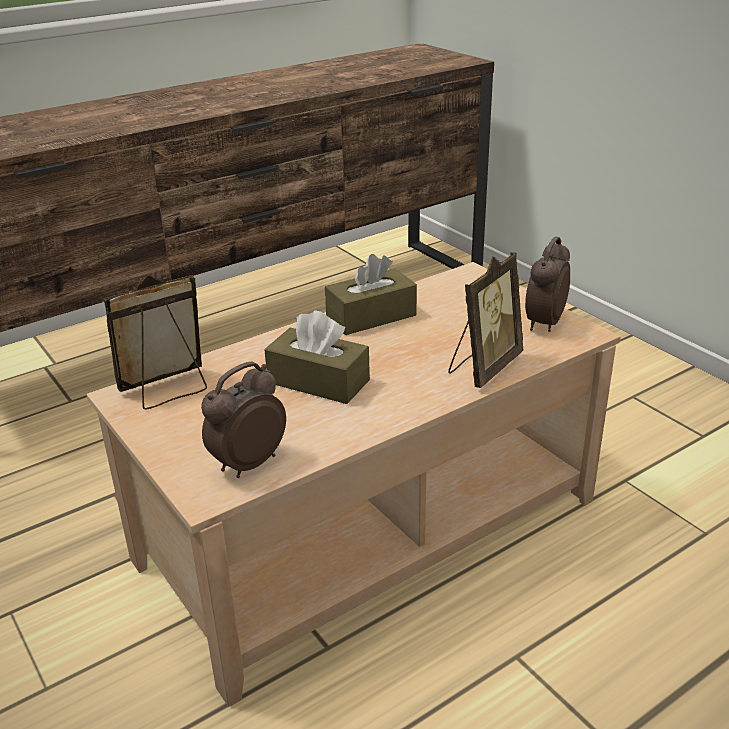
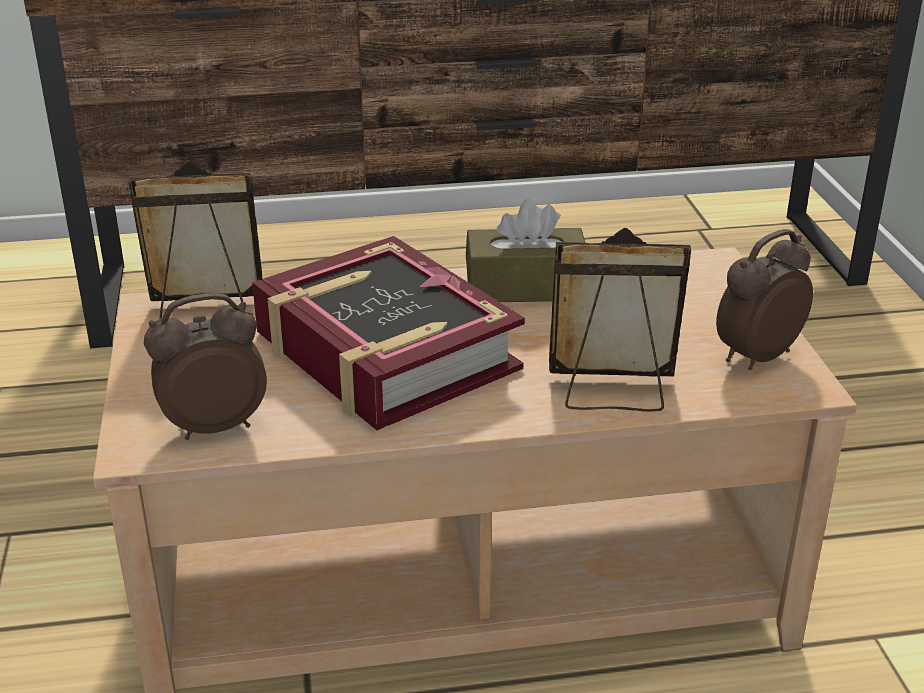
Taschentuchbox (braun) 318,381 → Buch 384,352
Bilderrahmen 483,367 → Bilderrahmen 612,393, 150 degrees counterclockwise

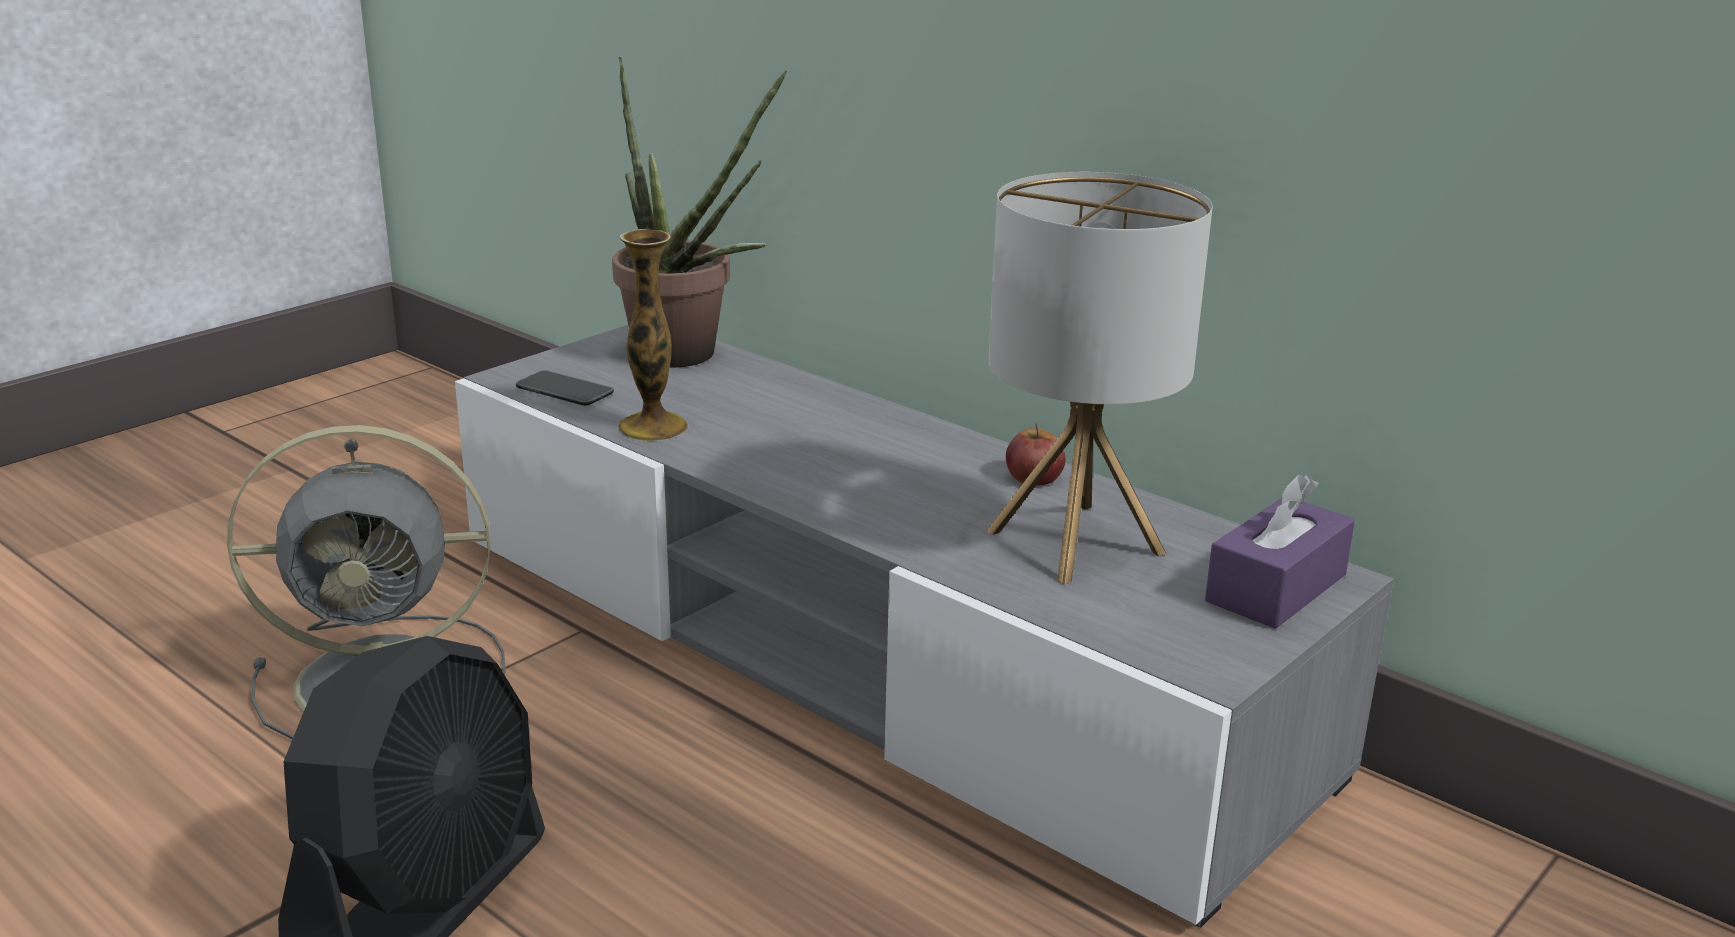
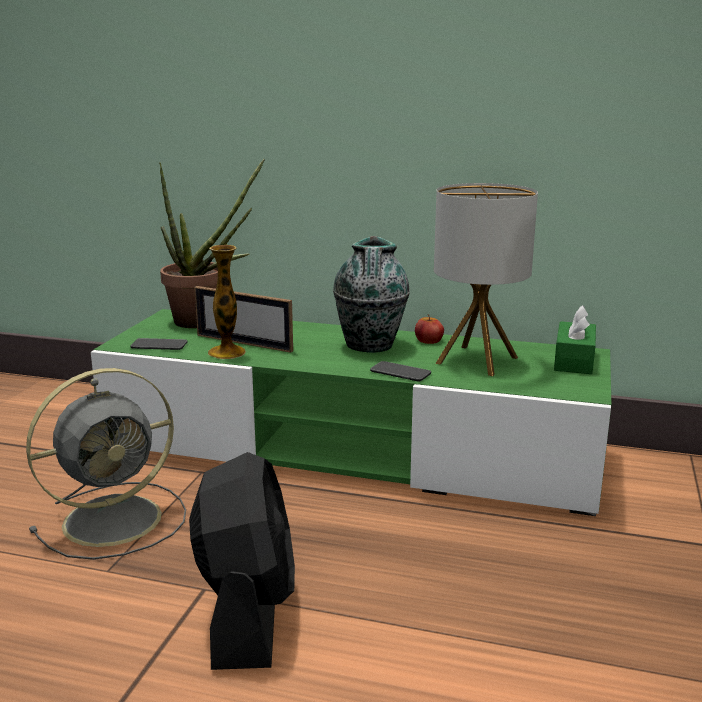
Fernsehschrank (grau) 863,652 → Fernsehschrank (grün) 351,449
- → Bilderrahmen 244,343
- → Vase 370,346
- → Handy 400,372
Taschentuchbox (lila) 1276,588 → Taschentuchbox (grün) 574,360

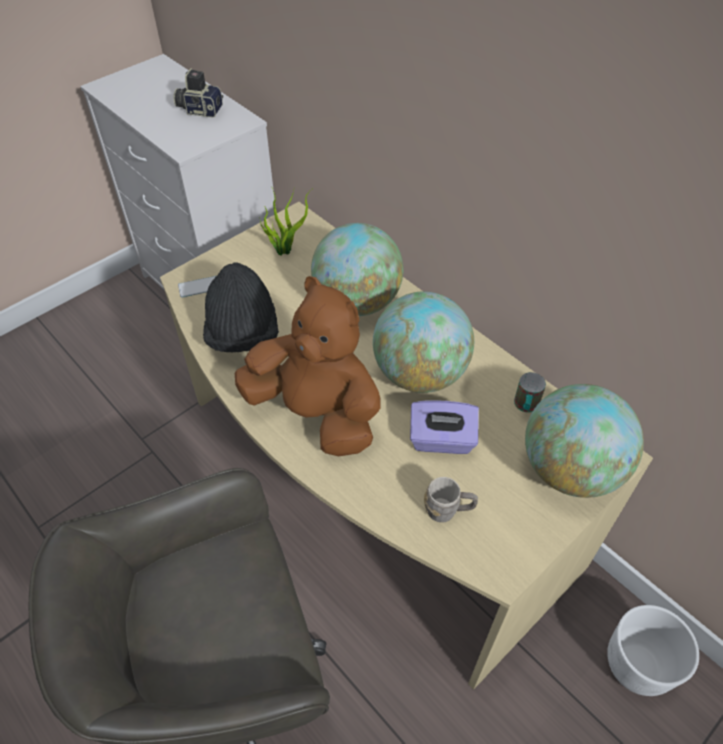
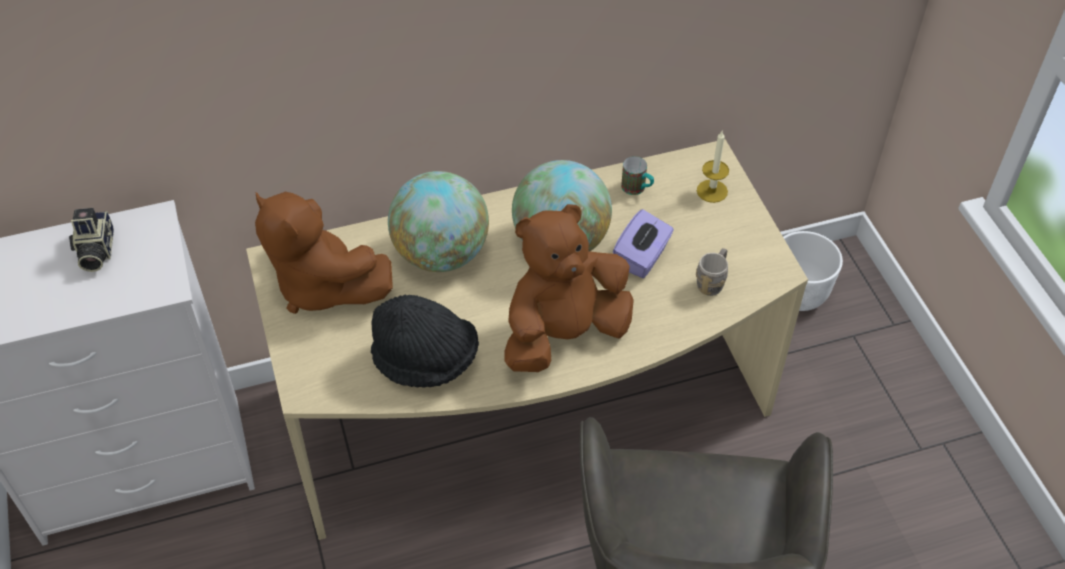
Kamera 200,109 → Kamera 95,251, 45 degrees counterclockwise
Topfpflanze 286,250 → Plüschtier (braun) 322,285
Globus 570,470 → Kerze 712,191
Handy 200,286 → -

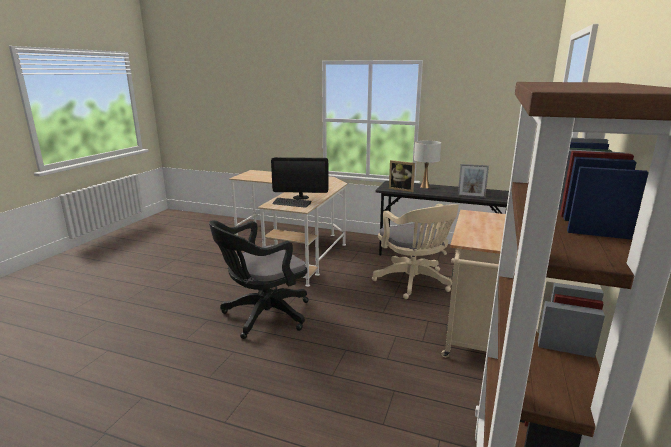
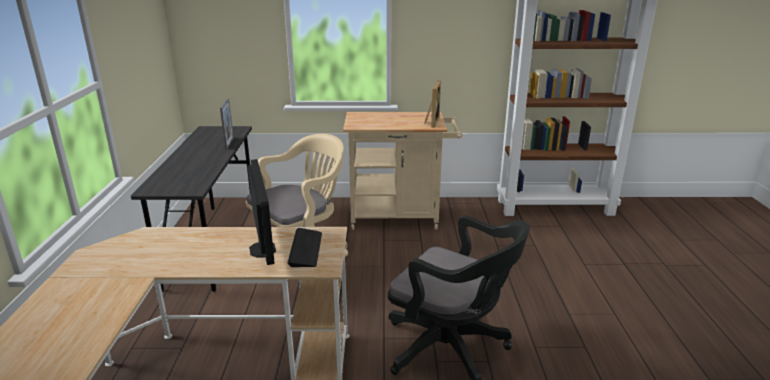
Bilderrahmen 402,189 → Bilderrahmen 431,122, moved
Tischlampe (weiß) 424,187 → -

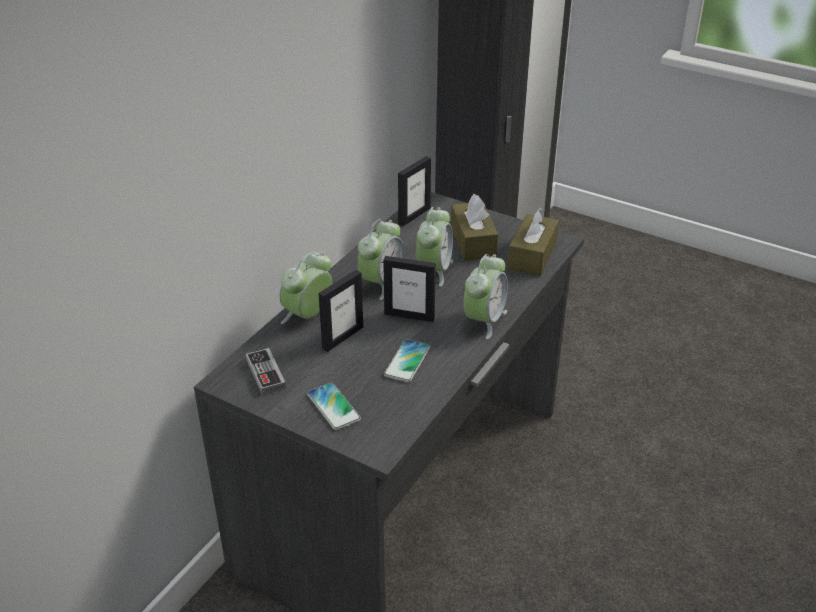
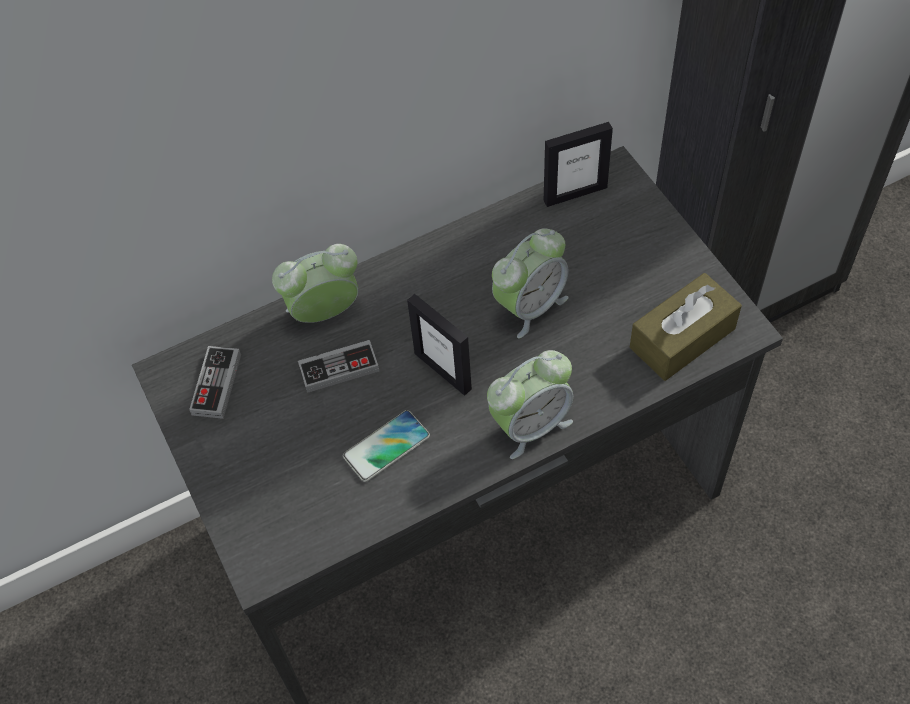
Bilderrahmen 342,337 → Gamepad 339,369
Handy 333,407 → -
Wecker 381,283 → -
Taschentuchbox (braun) 473,242 → -

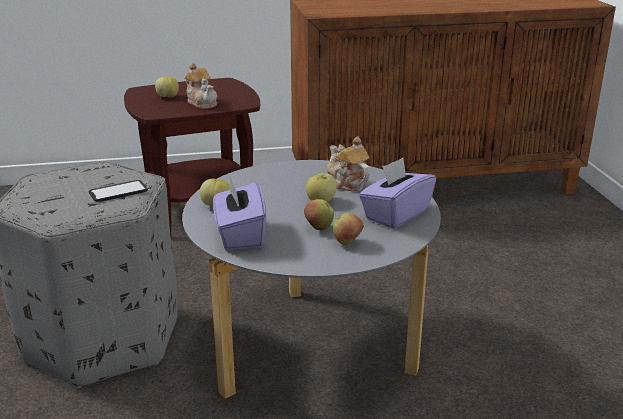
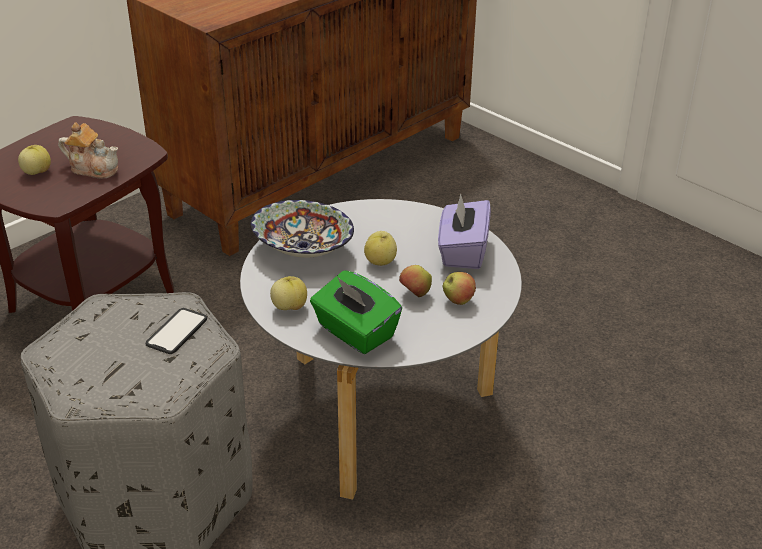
- → Schüssel 303,249
Taschentuchbox (lila) 240,235 → Taschentuchbox (grün) 355,332
Teekanne 346,183 → -

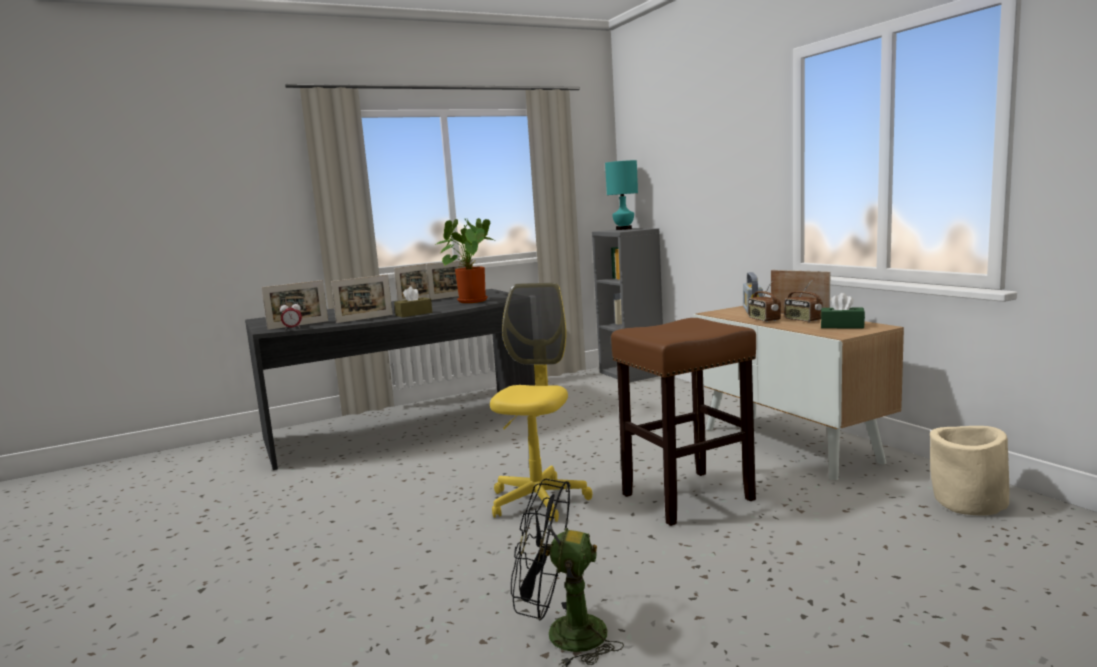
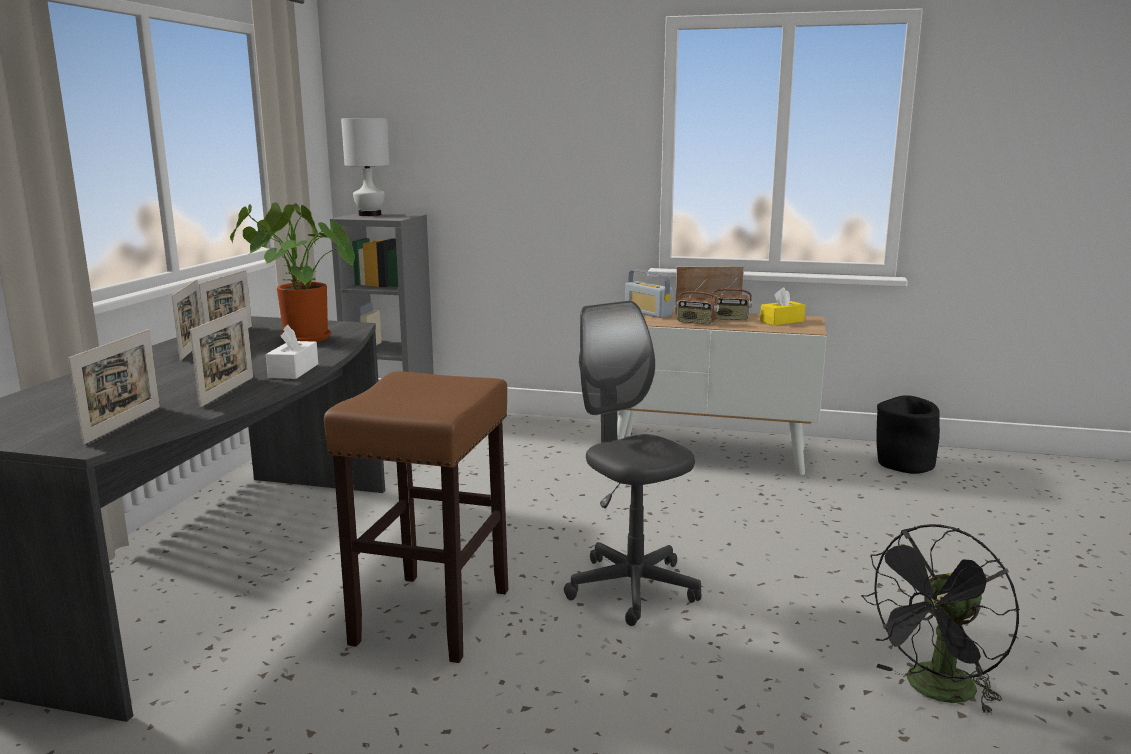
Taschentuchbox (braun) 414,314 → Taschentuchbox (weiß) 293,371
Hocker (braun) 686,497 → Hocker (braun) 431,617, moved
Tischlampe (türkis) 623,229 → Tischlampe (weiß) 370,215
Bürostuhl (gelb) 538,501 → Bürostuhl (grau) 632,588
Taschentuchbox (grün) 842,326 → Taschentuchbox (gelb) 782,321
Pflanzkübel (beige) 968,503 → Pflanzkübel (schwarz) 904,464
Wecker 293,329 → -

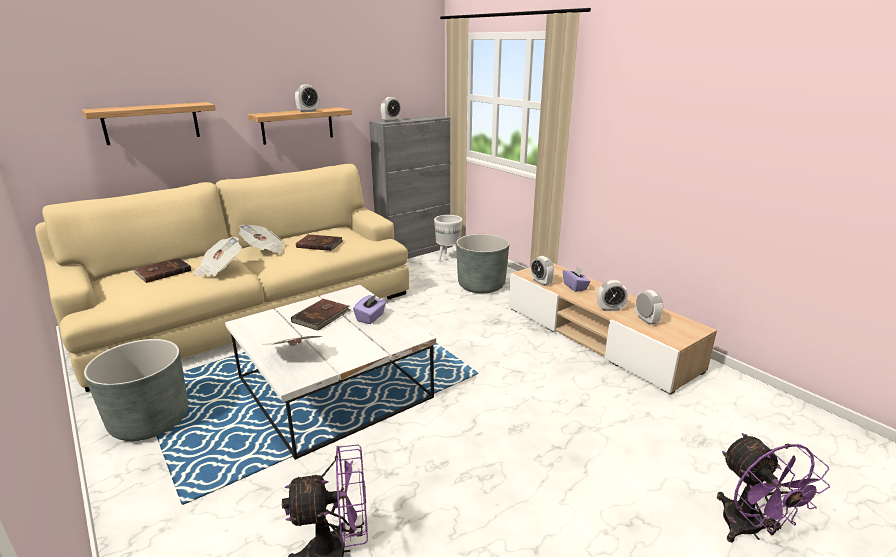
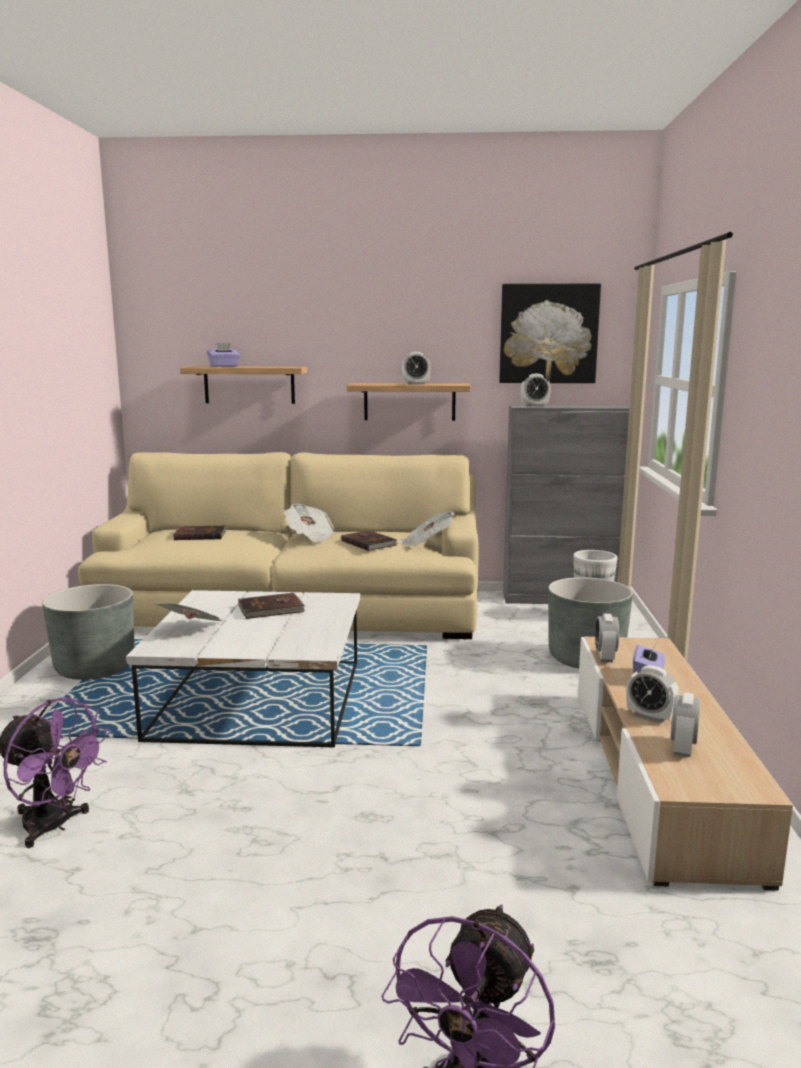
Taschentuchbox (lila) 371,317 → Taschentuchbox (lila) 224,366, moved
Zeitung 219,269 → Zeitung 426,543, moved
- → Bild 548,334

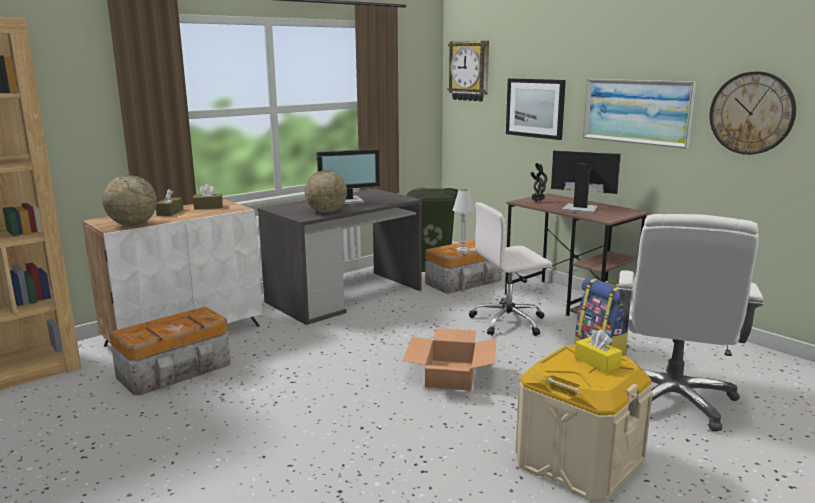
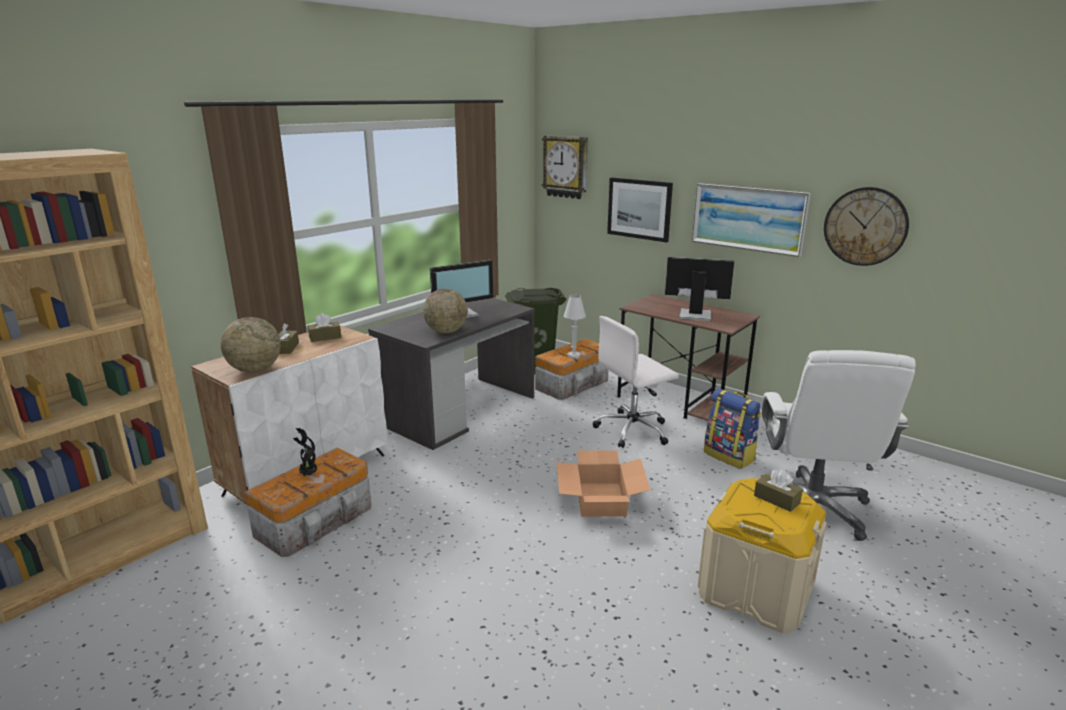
Topfpflanze 537,202 → Topfpflanze 308,475, moved
Taschentuchbox (gelb) 597,362 → Taschentuchbox (braun) 776,499

